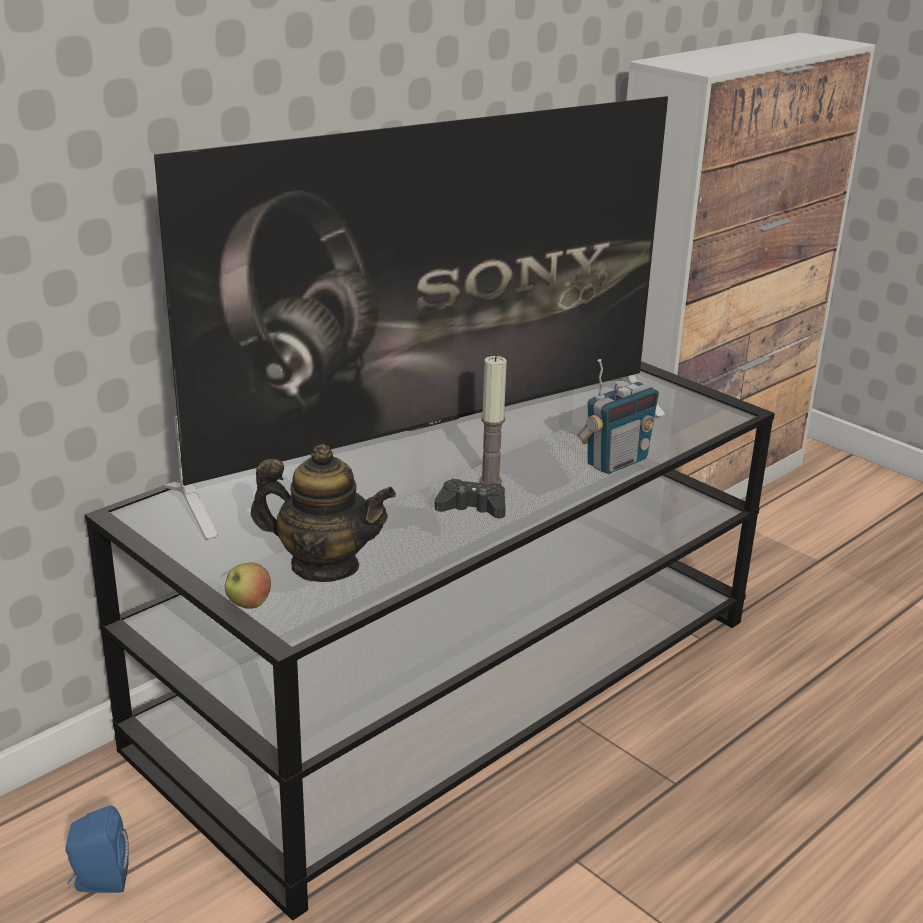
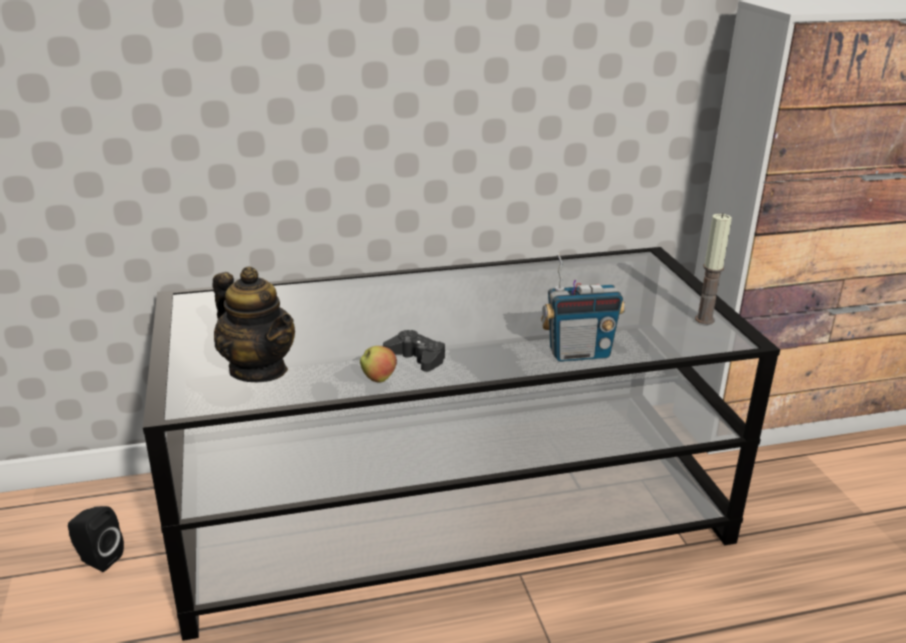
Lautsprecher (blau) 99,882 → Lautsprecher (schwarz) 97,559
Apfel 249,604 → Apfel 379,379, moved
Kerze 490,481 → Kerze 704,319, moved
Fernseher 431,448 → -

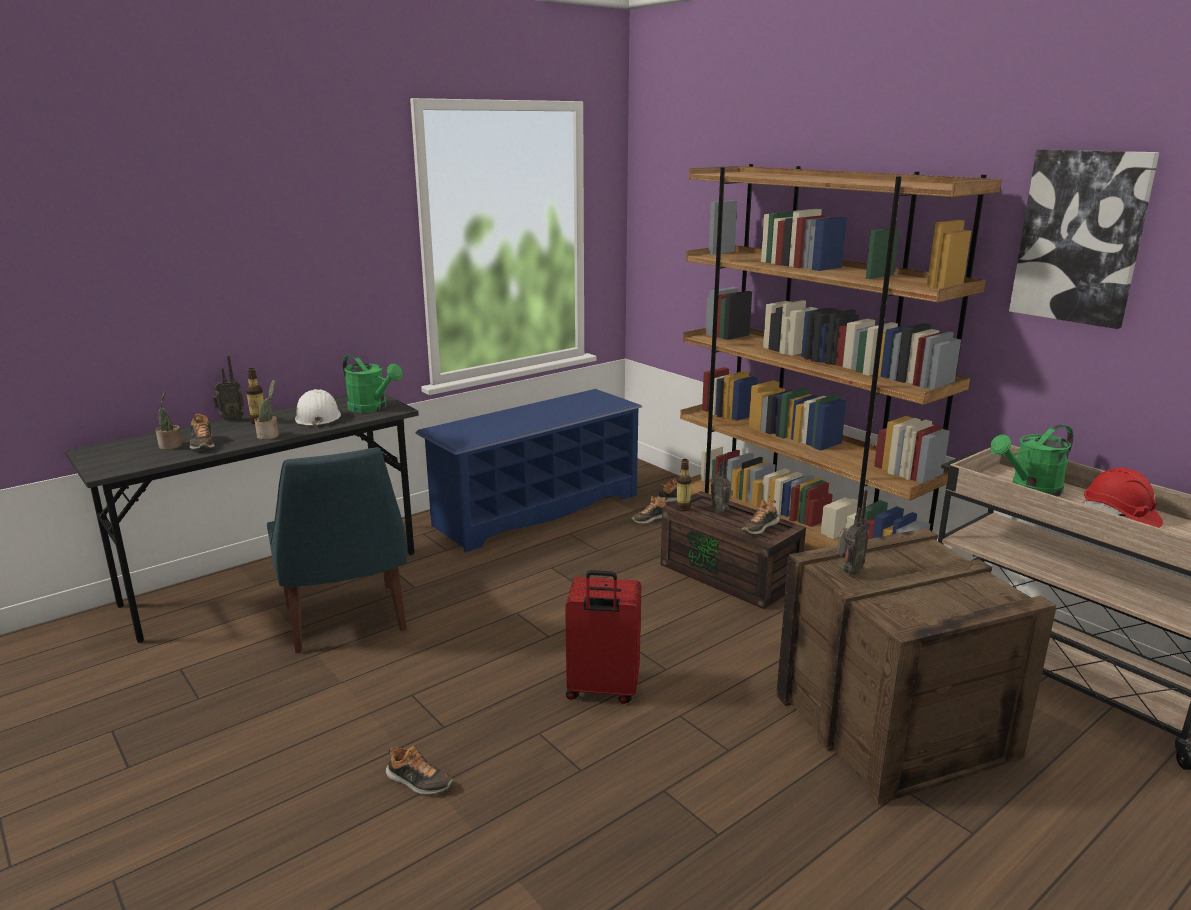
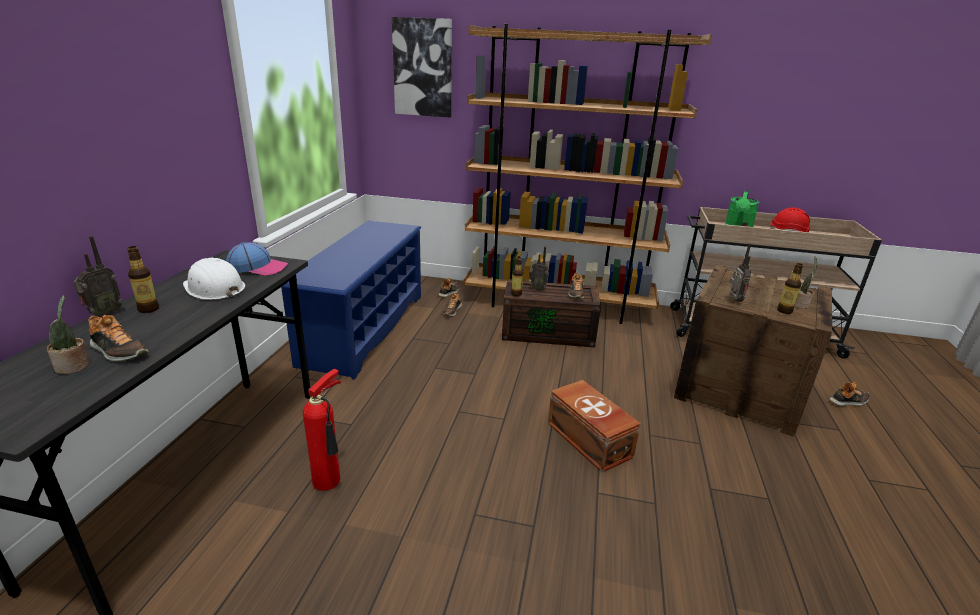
Gießkanne (grün) 372,408 → Kappe 258,268
Stuhl (blau) 346,621 → Feuerlöscher 330,480
Bild 1081,237 → Bild 423,68, moved
Koffer (rot) 602,690 → Aufbewahrungsbox (braun) 589,441
- → Flasche 784,311
Topfpflanze 269,436 → Topfpflanze 799,304, moved
Schuh 419,781 → Schuh 849,401, moved

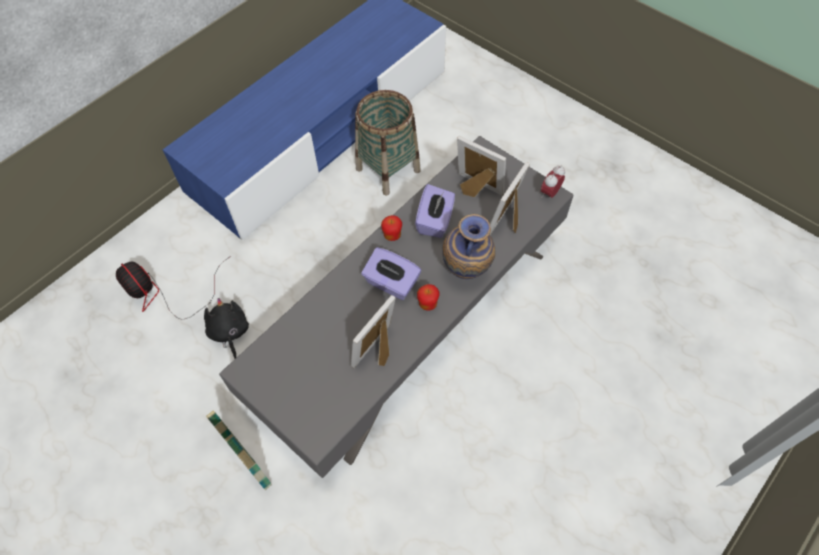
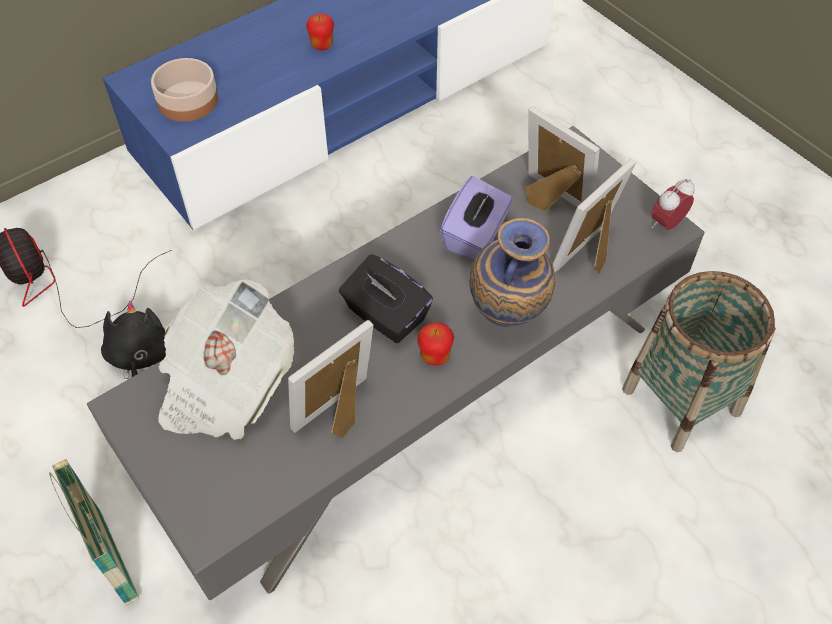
- → Schüssel 189,100
- → Zeitung 225,384
Apfel 392,236 → Apfel 322,45, moved
Taschentuchbox (lila) 391,283 → Taschentuchbox (schwarz) 385,316
Korb 388,169 → Korb 681,400, moved

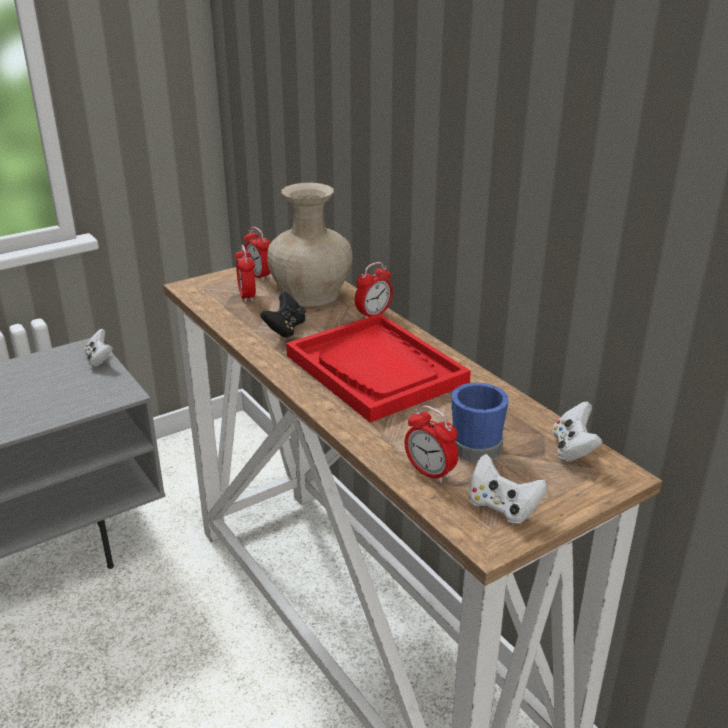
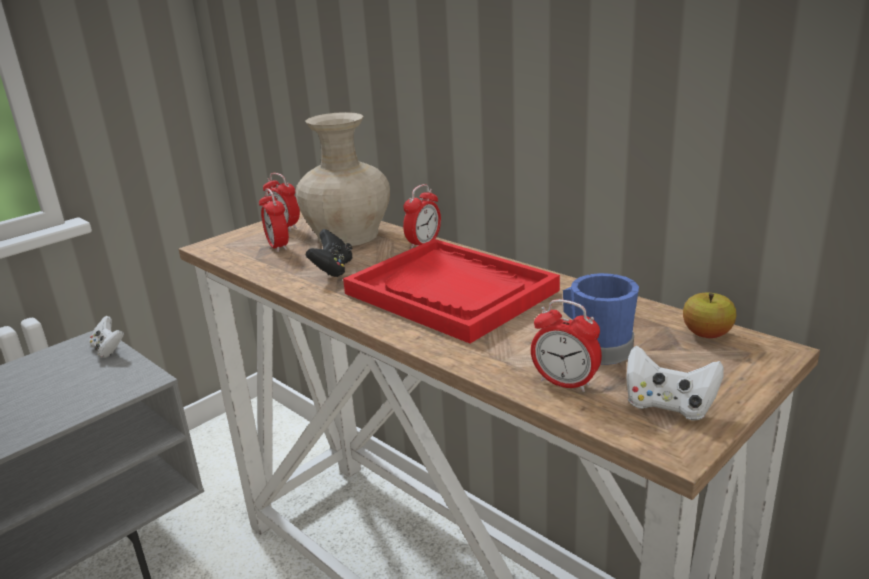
Gamepad (weiß) 573,449 → Apfel 707,334

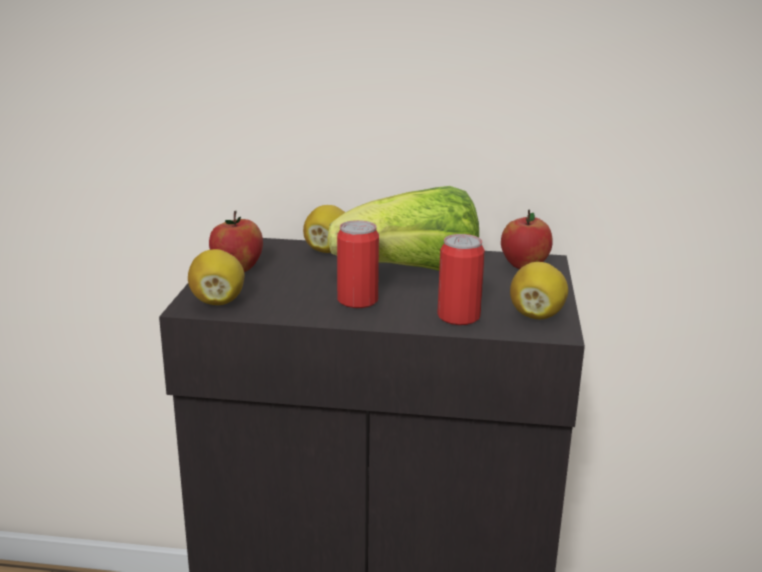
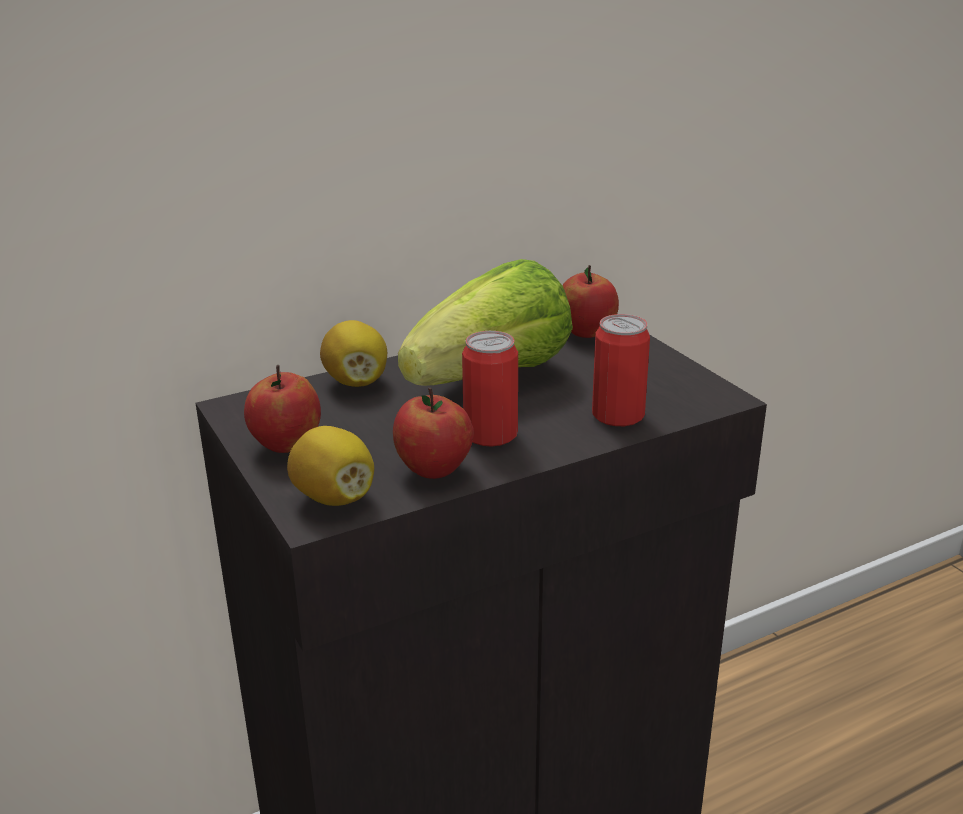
- → Apfel 434,469
Zitrone 536,315 → -

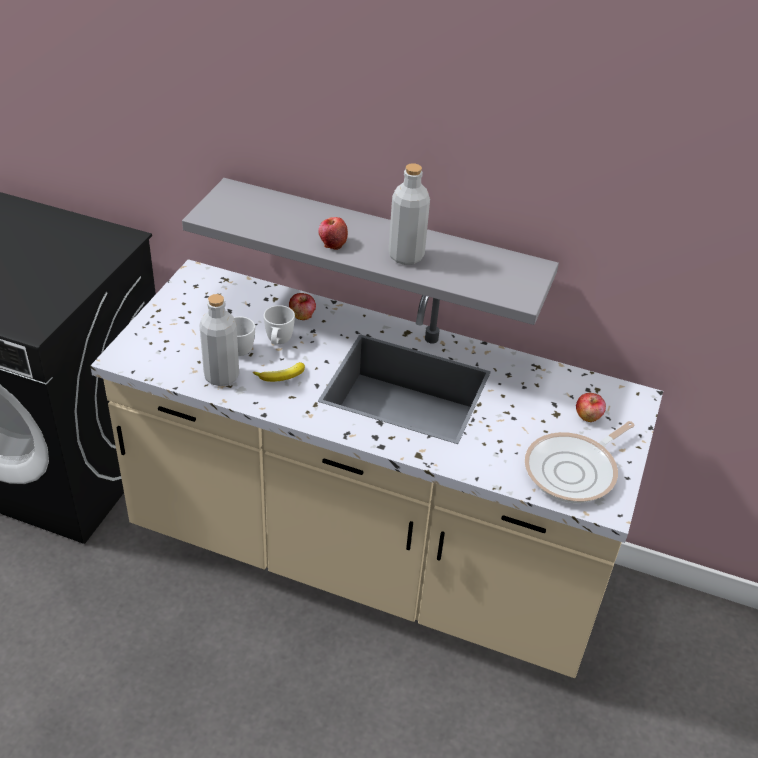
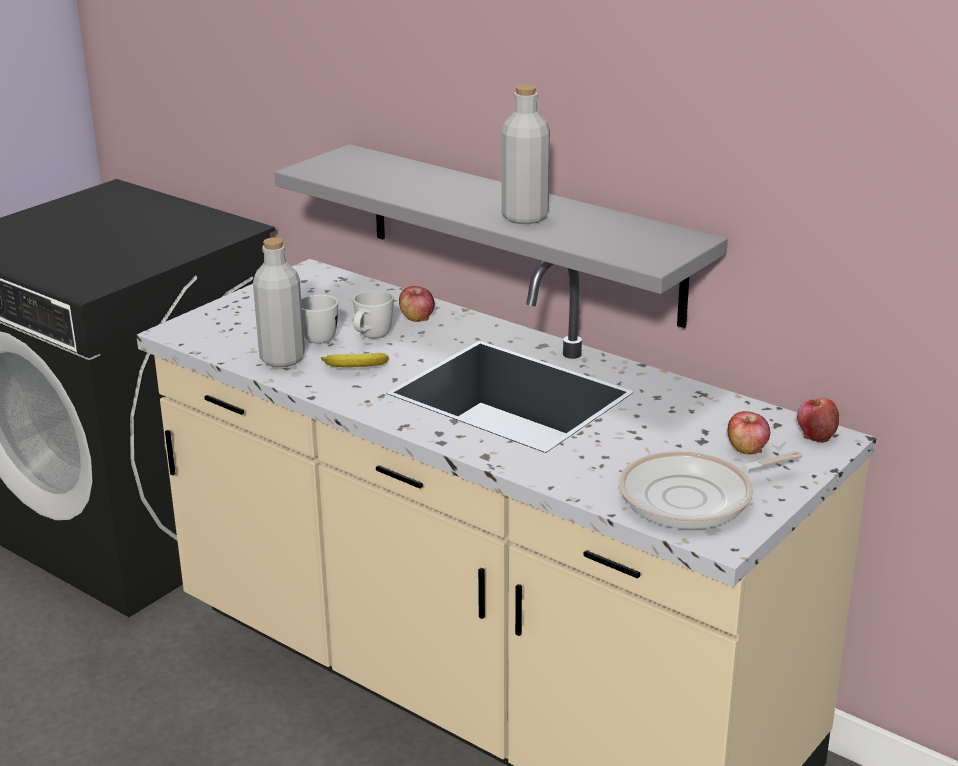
Apfel 332,243 → Apfel 815,434, moved

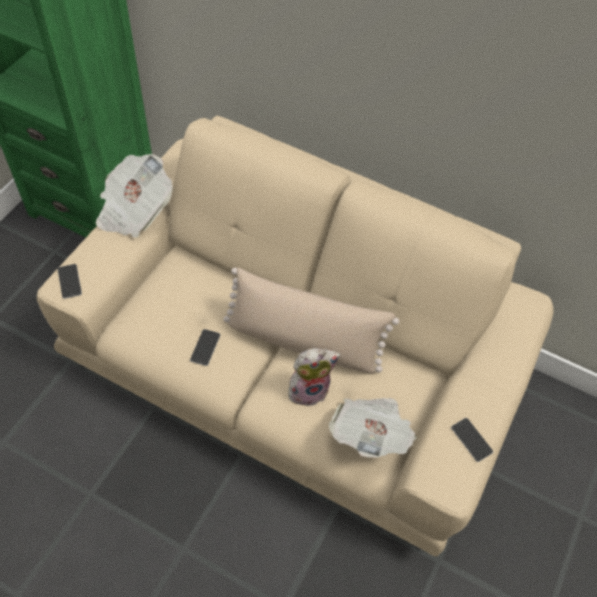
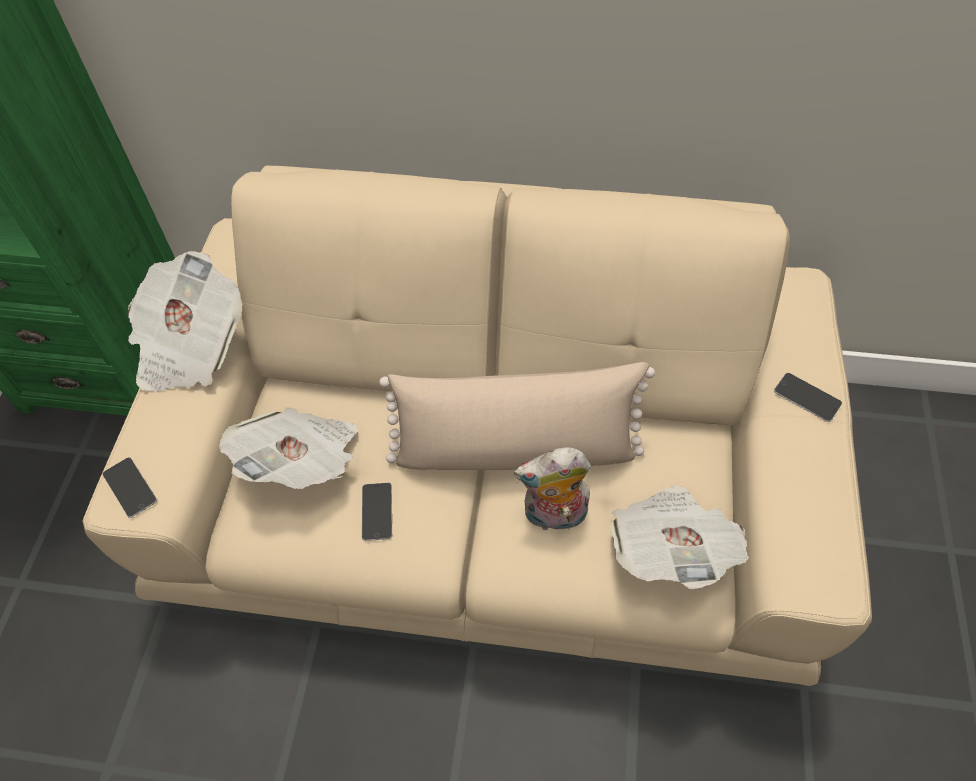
- → Zeitung 302,462
Plüschtier 309,389 → Plüschtier 554,516, 150 degrees counterclockwise
Handy 471,439 → Handy 807,397, moved

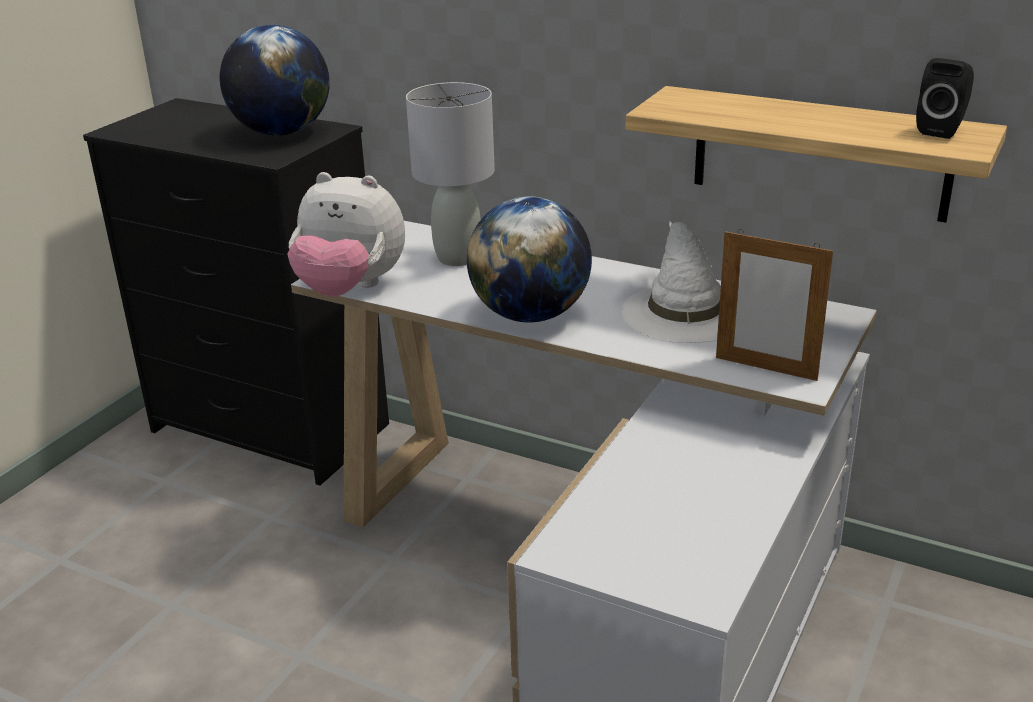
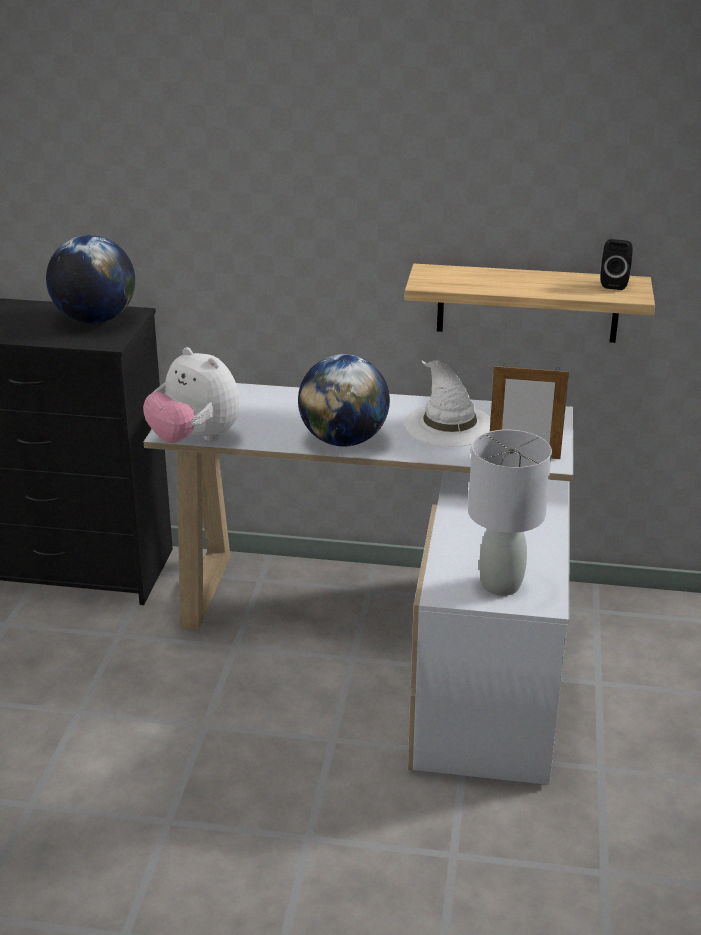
Plüschtier 350,290 → Plüschtier 195,439, 45 degrees clockwise
Tischlampe (grau) 458,257 → Tischlampe (grau) 501,585, moved

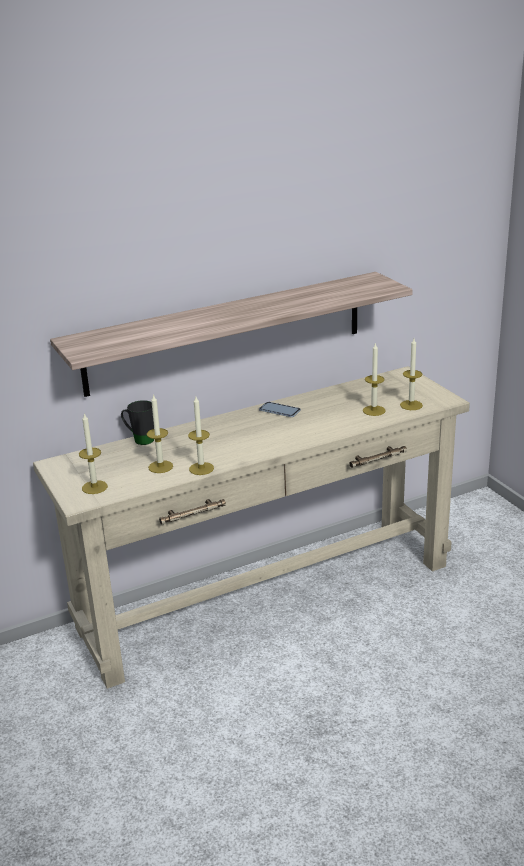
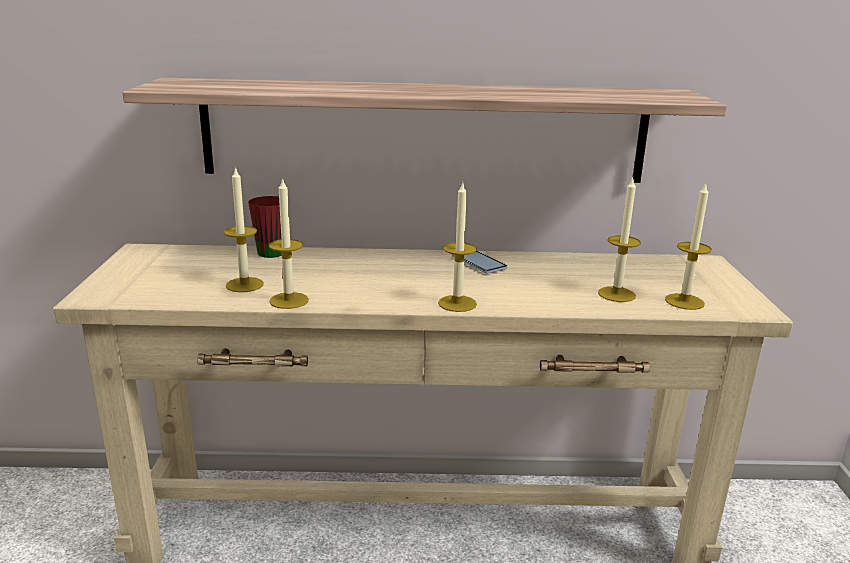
Henkelbecher (schwarz) 139,439 → Henkelbecher (rot) 267,250
Kerze 94,487 → Kerze 457,303, moved

